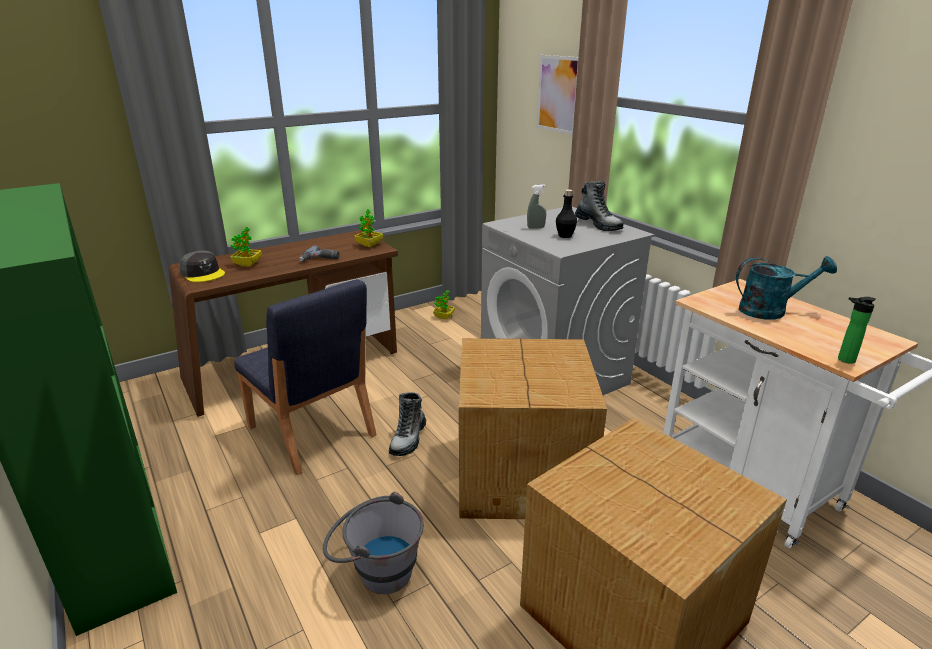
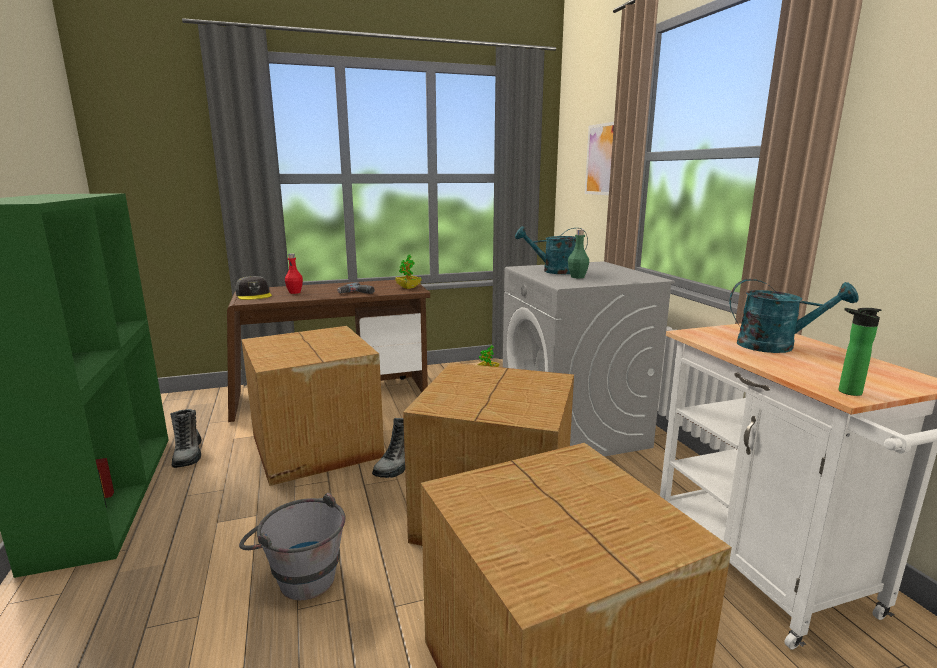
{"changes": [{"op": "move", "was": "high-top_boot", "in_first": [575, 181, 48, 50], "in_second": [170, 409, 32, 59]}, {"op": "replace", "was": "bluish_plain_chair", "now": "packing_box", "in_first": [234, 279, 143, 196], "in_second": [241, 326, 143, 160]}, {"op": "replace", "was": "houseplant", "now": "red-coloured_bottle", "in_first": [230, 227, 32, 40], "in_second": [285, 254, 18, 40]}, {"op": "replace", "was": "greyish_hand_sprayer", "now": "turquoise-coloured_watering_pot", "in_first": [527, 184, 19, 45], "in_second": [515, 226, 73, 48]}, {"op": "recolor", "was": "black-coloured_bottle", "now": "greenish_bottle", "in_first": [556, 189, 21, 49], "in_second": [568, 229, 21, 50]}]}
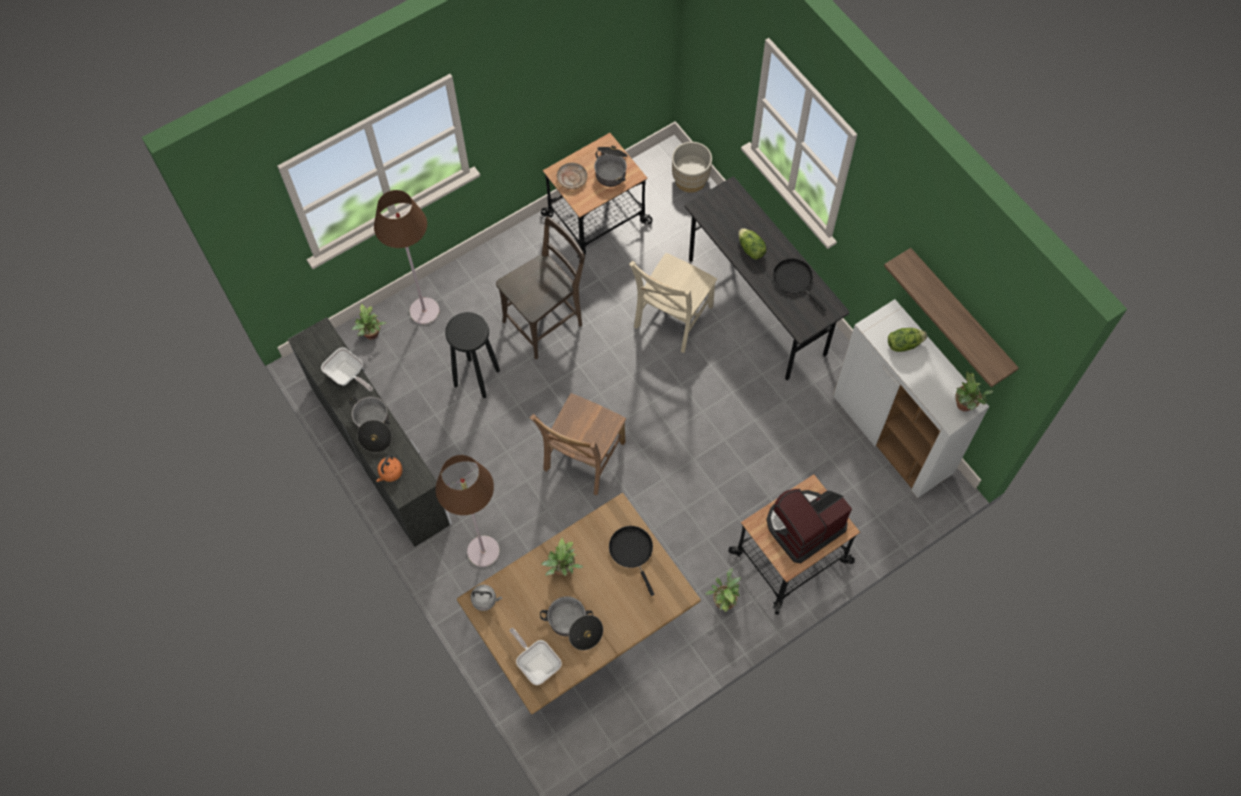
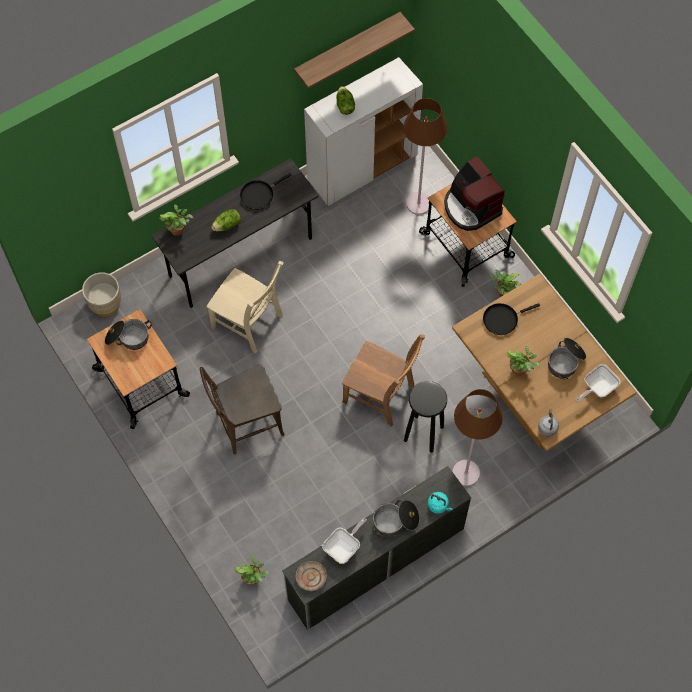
{"changes": [{"op": "move", "was": "houseplant", "in_first": [955, 371, 38, 41], "in_second": [159, 204, 34, 32]}, {"op": "rotate", "was": "brown_plain_chair", "in_first": [496, 217, 89, 142], "in_second": [200, 365, 85, 89], "clockwise": -75}, {"op": "move", "was": "beige-coloured_flat_dish", "in_first": [557, 163, 31, 26], "in_second": [296, 561, 31, 30]}, {"op": "move", "was": "brown_standard_lamp", "in_first": [374, 190, 66, 135], "in_second": [403, 98, 45, 117]}, {"op": "move", "was": "black-coloured_sitting_stool", "in_first": [445, 312, 55, 86], "in_second": [404, 381, 43, 72]}, {"op": "recolor", "was": "orangey_kettle", "now": "turquoise-coloured_kettle", "in_first": [376, 455, 27, 27], "in_second": [428, 492, 25, 22]}]}
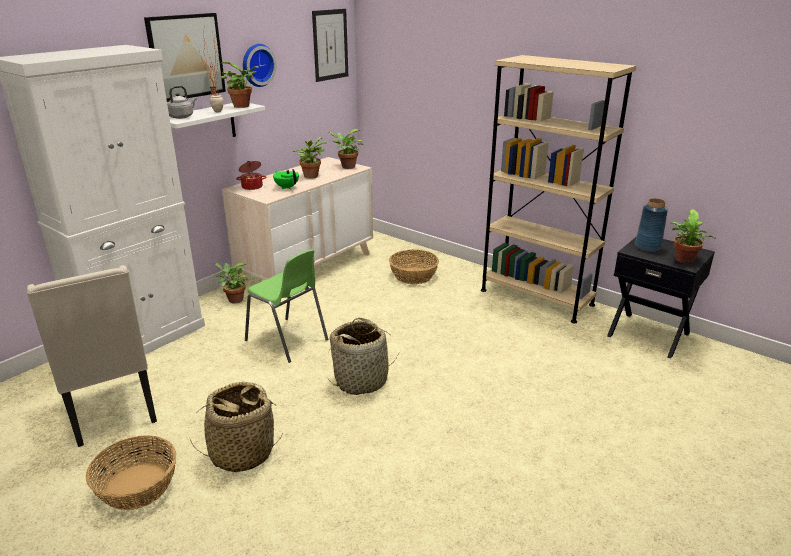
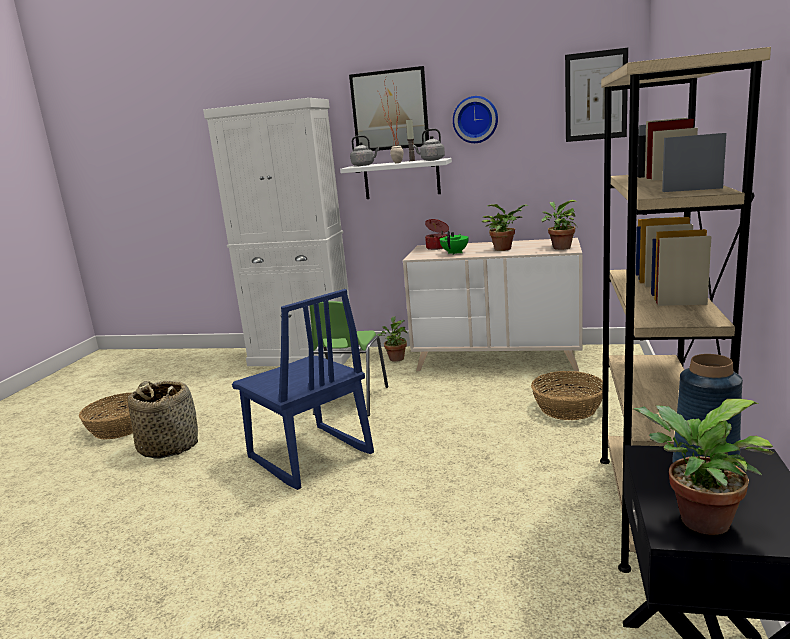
{"changes": [{"op": "replace", "was": "basket", "now": "bluish_plain_chair", "in_first": [329, 318, 70, 77], "in_second": [232, 289, 142, 201]}, {"op": "replace", "was": "houseplant", "now": "greyish_kettle", "in_first": [221, 62, 38, 46], "in_second": [413, 129, 32, 32]}, {"op": "delete", "was": "beige-coloured_plain_chair", "in_first": [27, 265, 130, 182]}]}
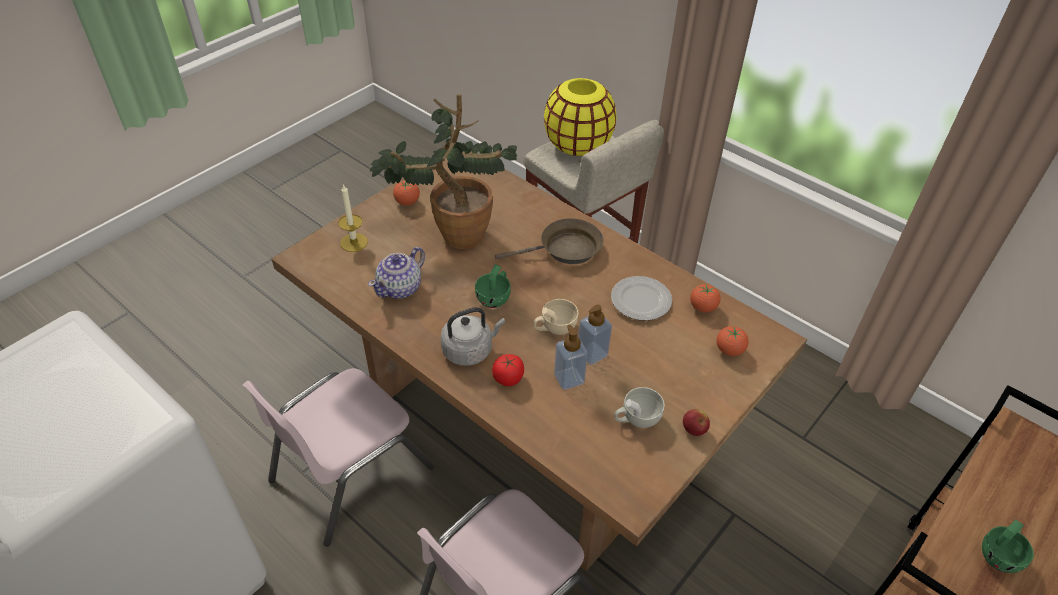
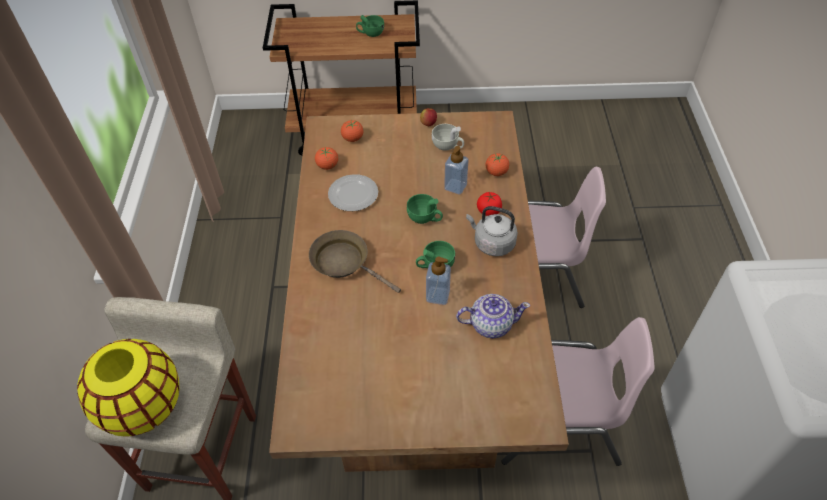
{"changes": [{"op": "recolor", "was": "beige-coloured_drinking_cup", "now": "greenish_drinking_cup", "in_first": [534, 299, 44, 36], "in_second": [407, 194, 36, 30]}, {"op": "move", "was": "soap_bottle", "in_first": [578, 304, 34, 61], "in_second": [426, 257, 25, 48]}, {"op": "move", "was": "fresh_tomato", "in_first": [393, 181, 27, 24], "in_second": [486, 153, 23, 23]}, {"op": "delete", "was": "wax_candle", "in_first": [338, 184, 30, 68]}, {"op": "delete", "was": "houseplant", "in_first": [370, 94, 147, 155]}]}
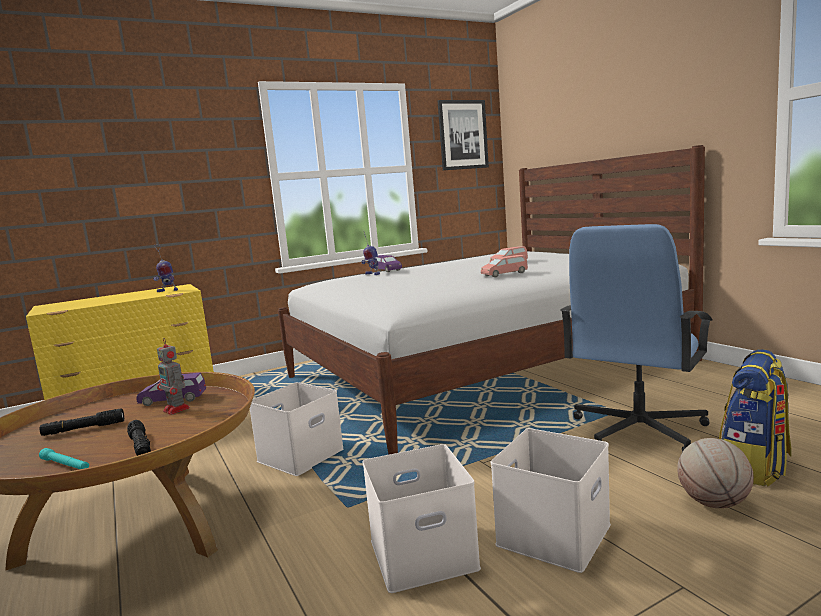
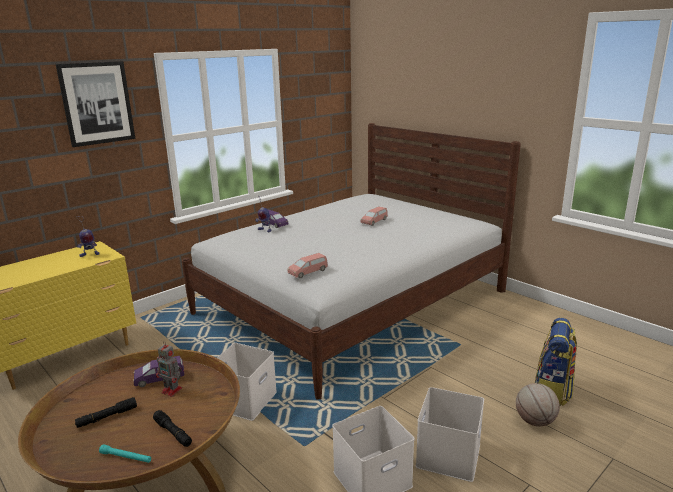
{"changes": [{"op": "move", "was": "picture", "in_first": [438, 100, 51, 70], "in_second": [56, 61, 79, 86]}, {"op": "move", "was": "pinkish_miniature_car", "in_first": [481, 255, 47, 22], "in_second": [287, 253, 41, 25]}, {"op": "delete", "was": "bluish_computer_chair", "in_first": [560, 224, 153, 228]}]}
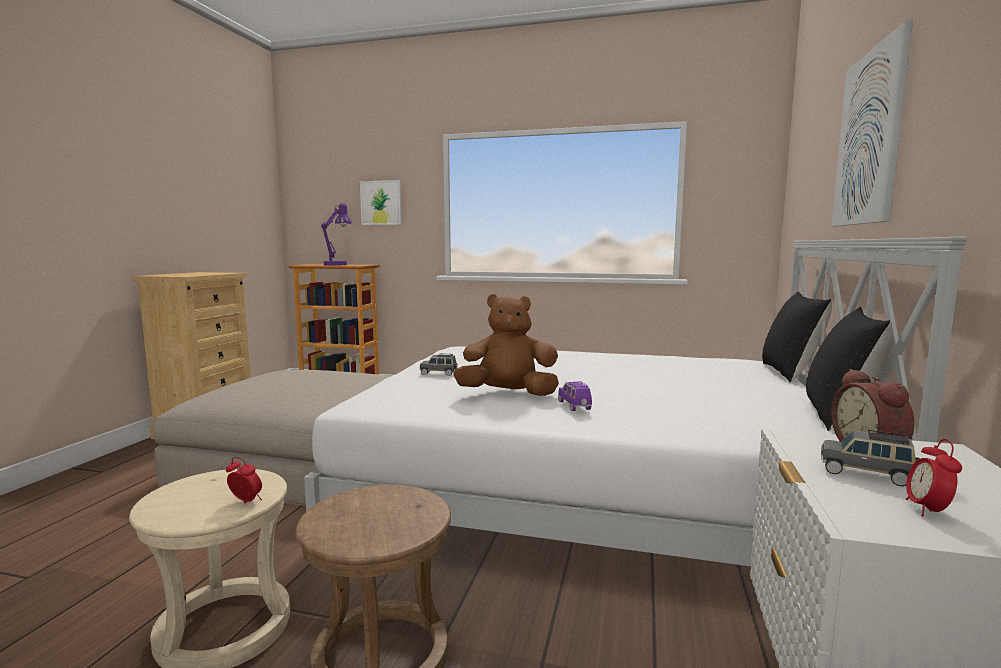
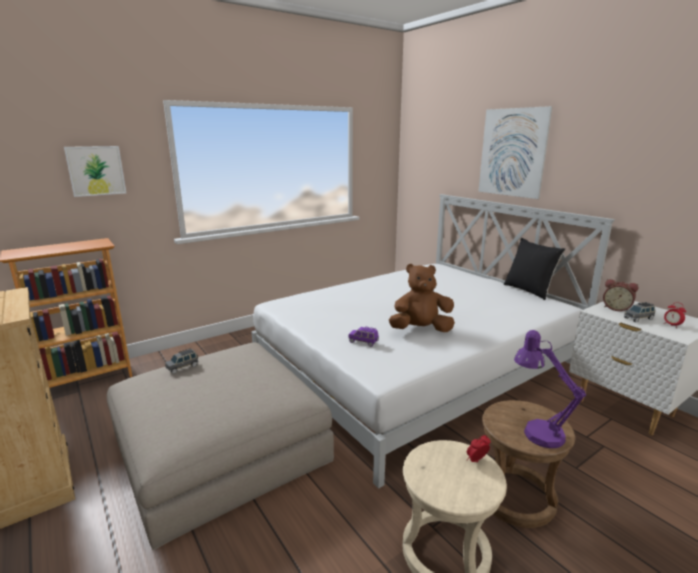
{"changes": [{"op": "move", "was": "greyish_miniature_car", "in_first": [420, 353, 38, 23], "in_second": [165, 348, 33, 26]}, {"op": "move", "was": "purple_miniature_car", "in_first": [558, 381, 34, 30], "in_second": [348, 326, 31, 21]}, {"op": "rotate", "was": "brown_cuddly_toy", "in_first": [453, 294, 106, 102], "in_second": [389, 264, 66, 68], "clockwise": 45}, {"op": "move", "was": "purple_lamp_for_a_table", "in_first": [321, 203, 31, 63], "in_second": [514, 330, 72, 118]}, {"op": "delete", "was": "black-coloured_cushion", "in_first": [762, 291, 70, 91]}]}
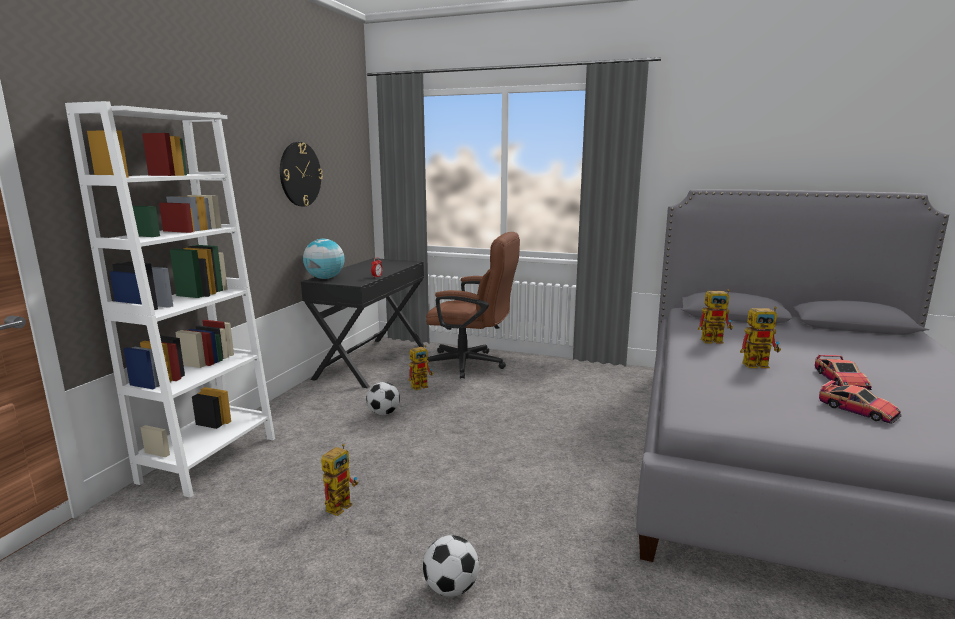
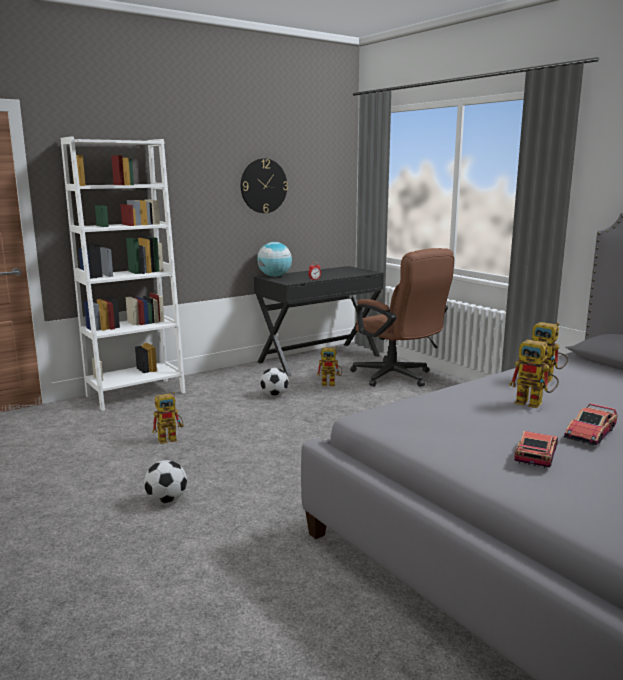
{"changes": [{"op": "rotate", "was": "miniature_car", "in_first": [819, 380, 83, 44], "in_second": [514, 431, 44, 37], "clockwise": -150}]}
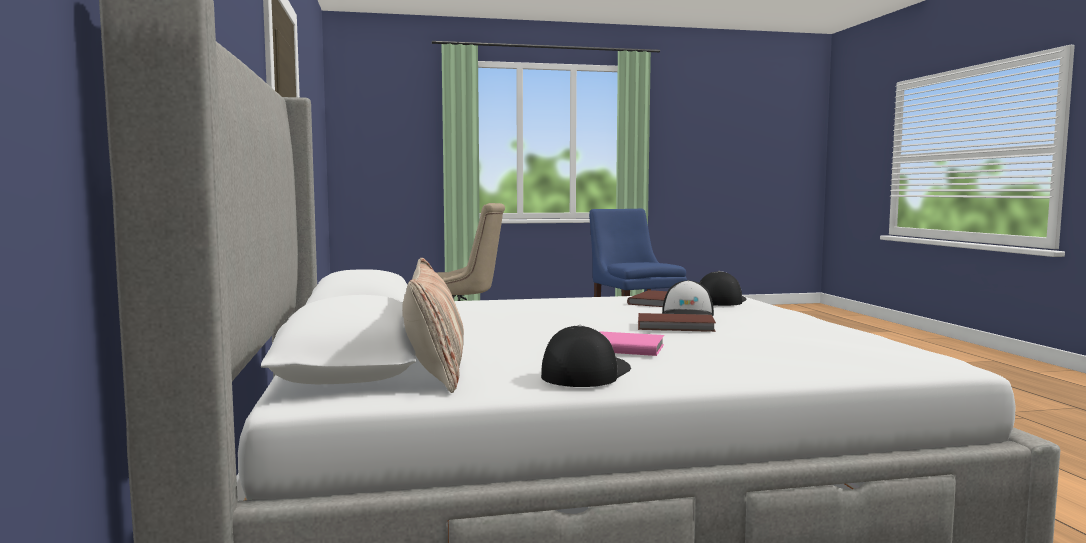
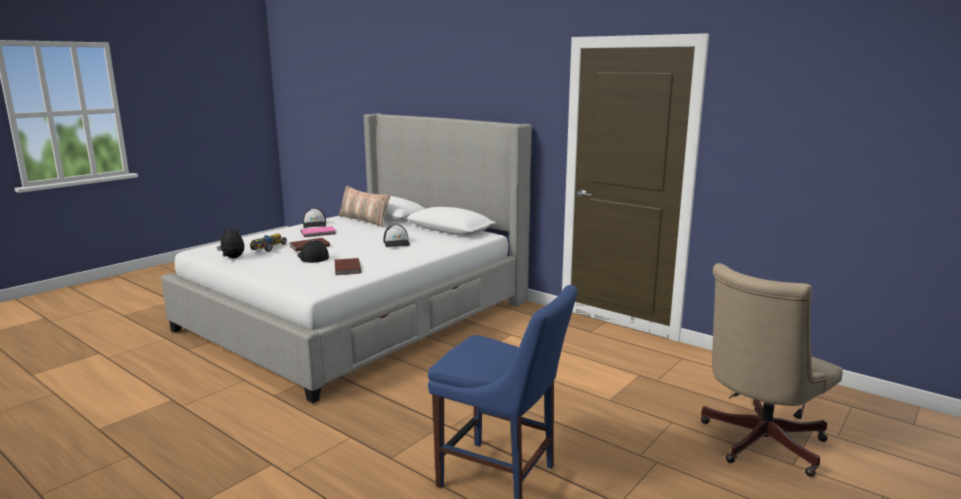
{"changes": [{"op": "insert", "now": "cuddly_toy", "in_second": [217, 227, 27, 31]}, {"op": "insert", "now": "miniature_car", "in_second": [250, 234, 37, 18]}, {"op": "move", "was": "cap", "in_first": [700, 271, 46, 35], "in_second": [383, 225, 27, 22]}]}
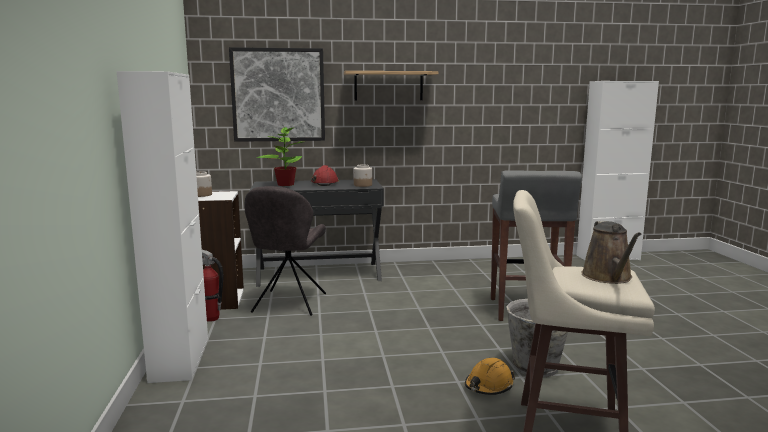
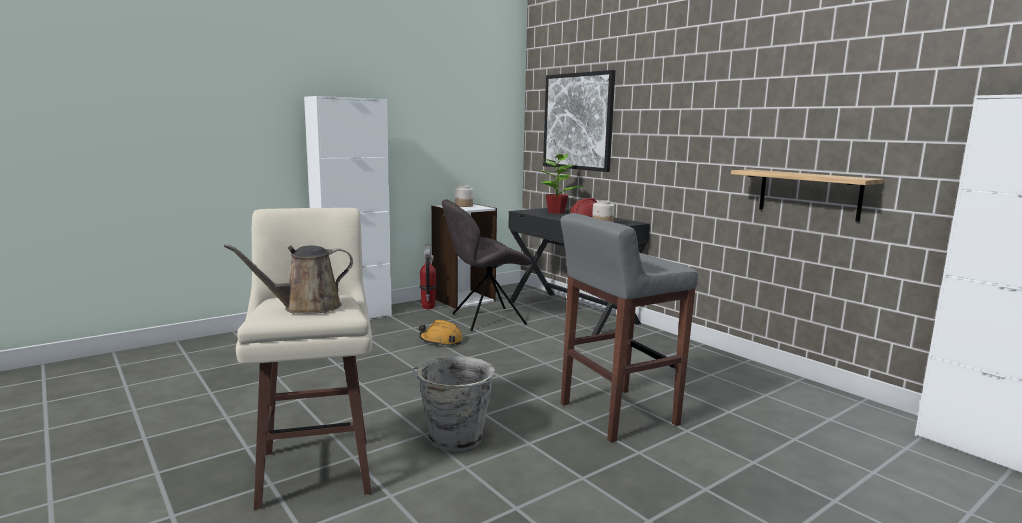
{"changes": [{"op": "move", "was": "orangey_work_helmet", "in_first": [465, 358, 50, 37], "in_second": [419, 320, 44, 26]}, {"op": "move", "was": "wall_shelf", "in_first": [344, 71, 95, 29], "in_second": [731, 169, 153, 53]}]}
